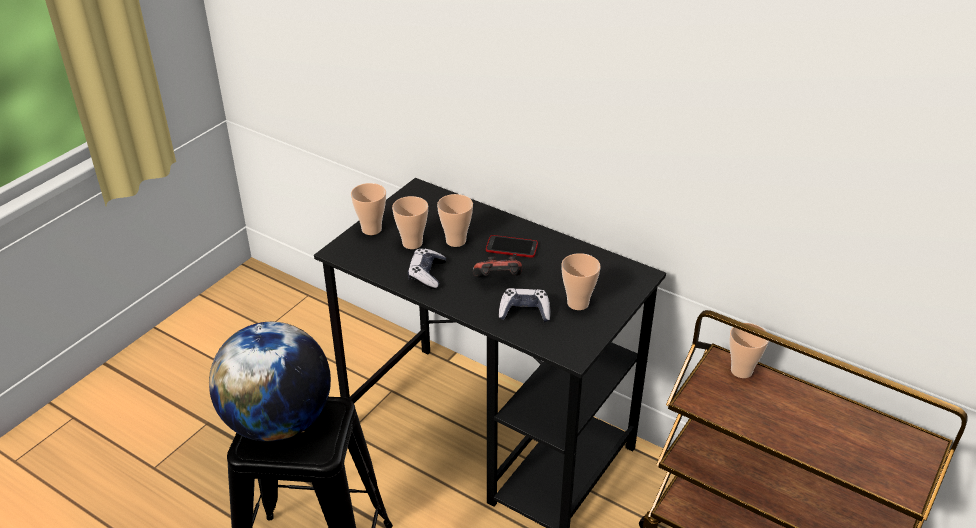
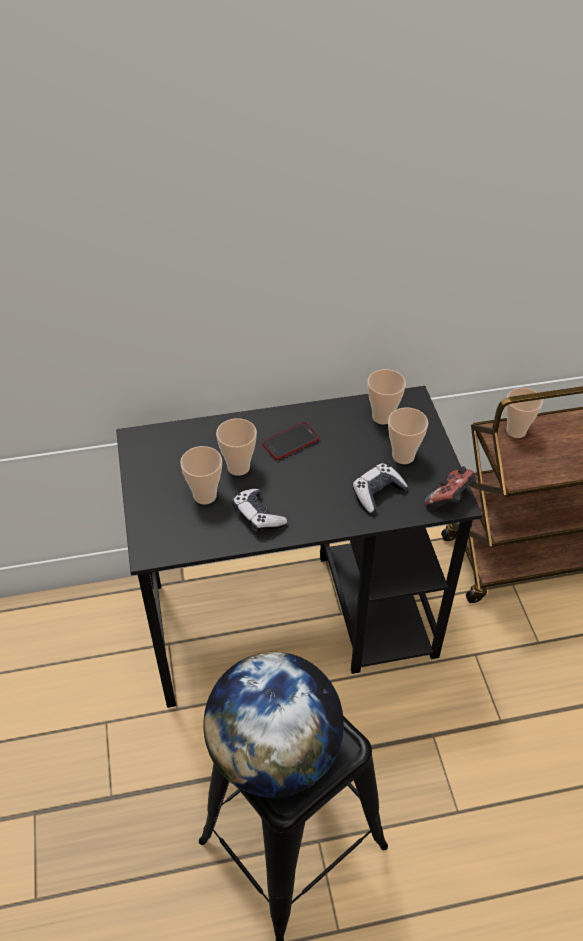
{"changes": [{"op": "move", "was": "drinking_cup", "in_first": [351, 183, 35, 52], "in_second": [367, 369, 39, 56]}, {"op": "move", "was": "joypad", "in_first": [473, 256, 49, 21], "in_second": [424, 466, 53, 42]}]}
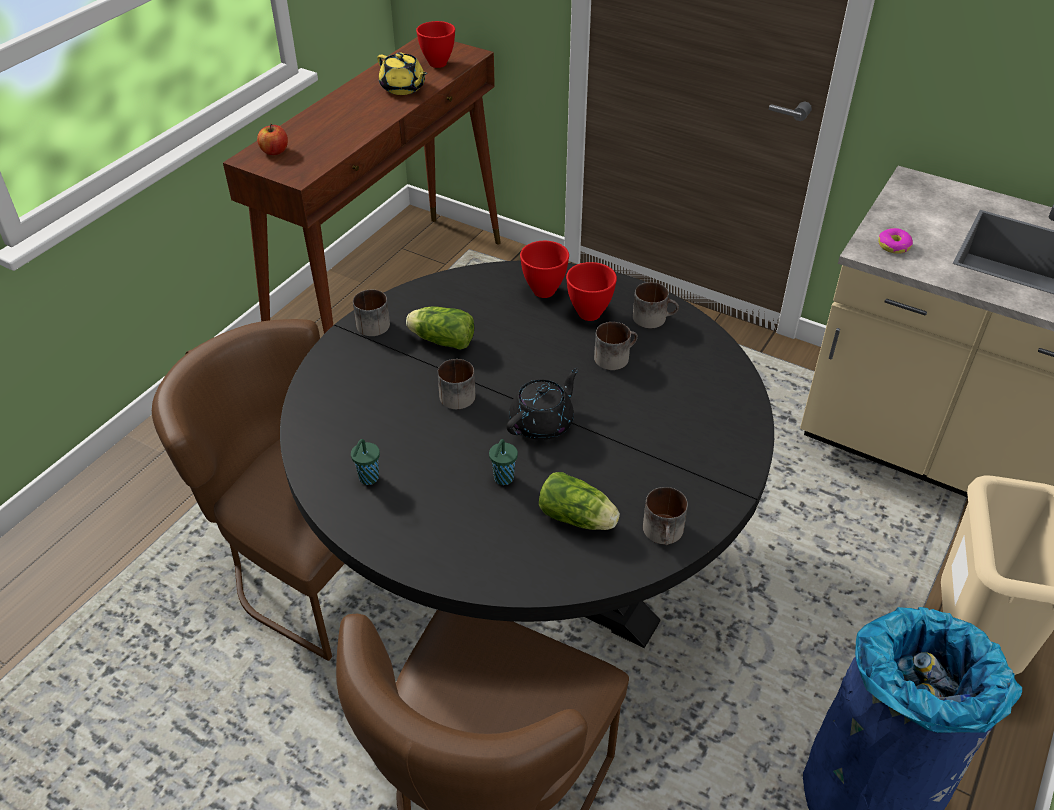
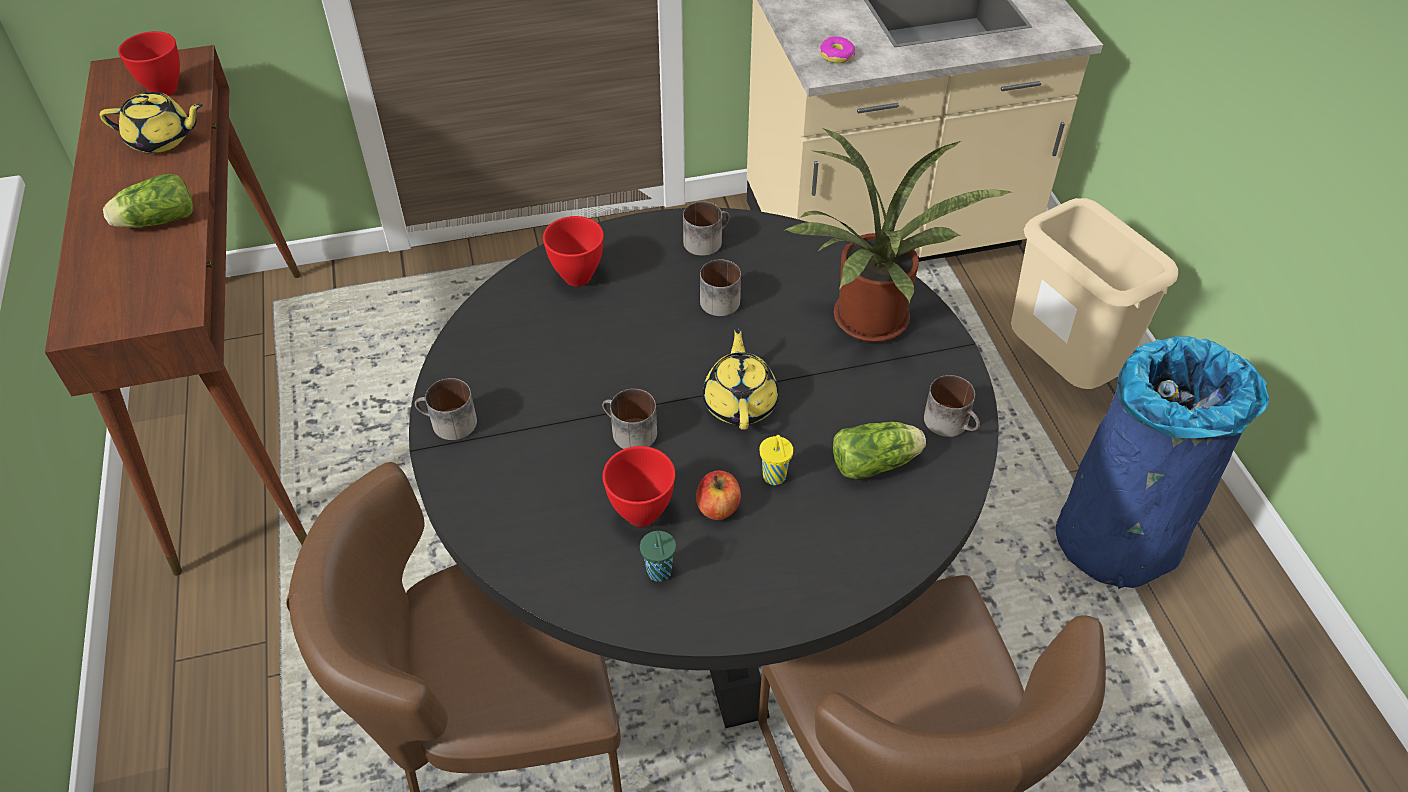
{"changes": [{"op": "move", "was": "lettuce_head", "in_first": [406, 306, 68, 44], "in_second": [103, 174, 90, 54]}, {"op": "move", "was": "red-coloured_deep_dish", "in_first": [566, 262, 51, 59], "in_second": [602, 446, 73, 81]}, {"op": "move", "was": "apple", "in_first": [257, 124, 31, 31], "in_second": [696, 470, 45, 50]}, {"op": "recolor", "was": "black-coloured_pot_for_tea", "now": "yellow_pot_for_tea", "in_first": [507, 368, 72, 72], "in_second": [703, 326, 76, 104]}, {"op": "recolor", "was": "greenish_drinking_cup", "now": "yellow_drinking_cup", "in_first": [489, 439, 29, 46], "in_second": [759, 435, 34, 50]}, {"op": "insert", "now": "houseplant", "in_second": [784, 128, 229, 215]}]}
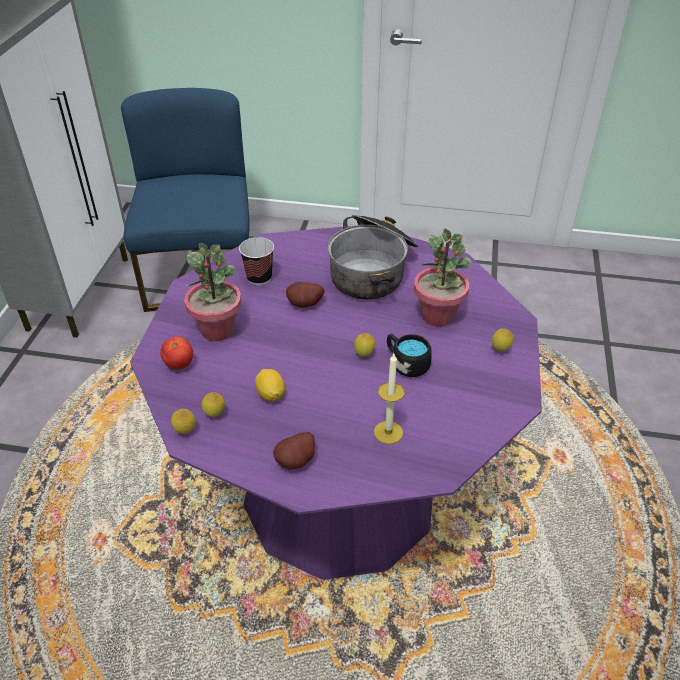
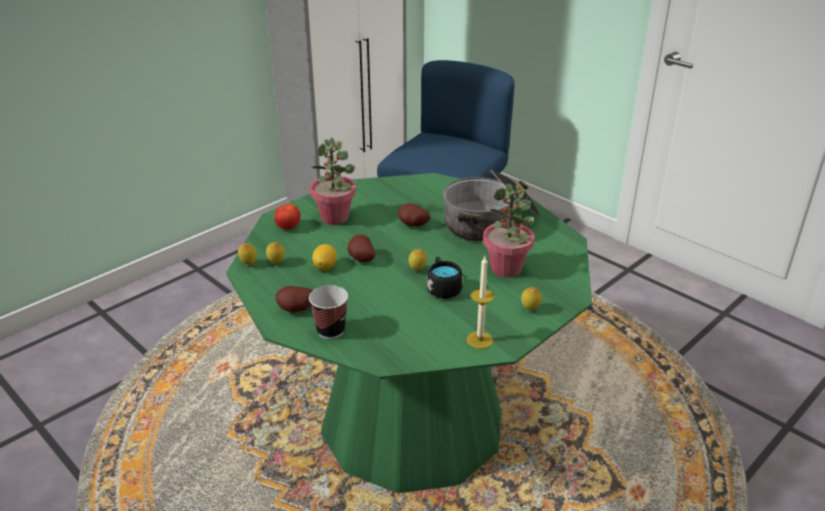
{"changes": [{"op": "recolor", "was": "purple_dining_table", "now": "greenish_dining_table", "in_first": [130, 226, 412, 354], "in_second": [226, 173, 366, 320]}, {"op": "move", "was": "drinking_cup", "in_first": [239, 237, 35, 48], "in_second": [309, 285, 39, 54]}, {"op": "insert", "now": "spud", "in_second": [347, 235, 28, 27]}, {"op": "move", "was": "wax_candle", "in_first": [374, 354, 31, 90], "in_second": [466, 257, 28, 92]}]}
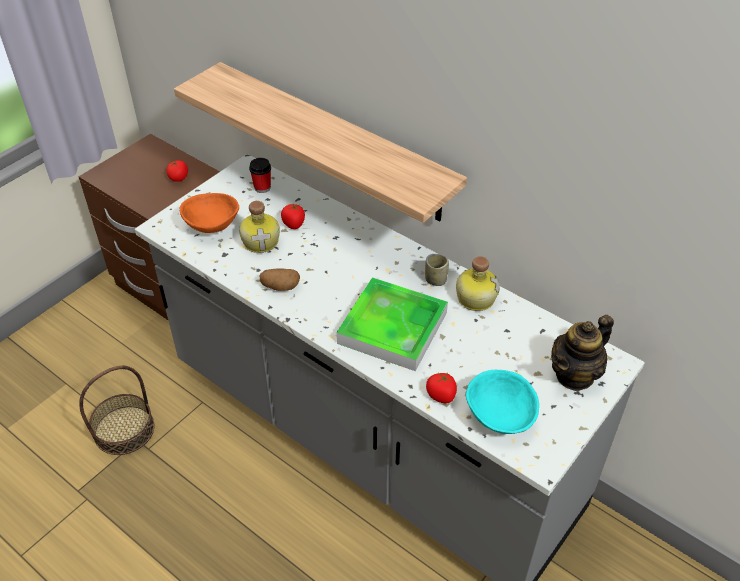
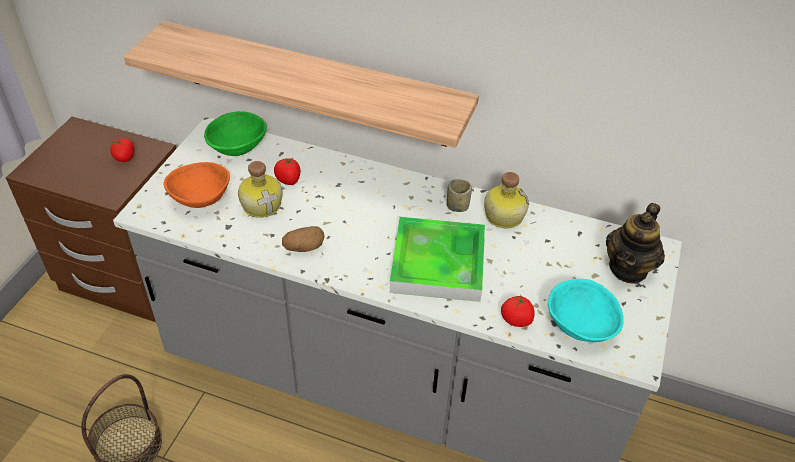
{"changes": [{"op": "replace", "was": "drinking_cup", "now": "greenish_deep_dish", "in_first": [249, 158, 22, 35], "in_second": [204, 111, 63, 45]}]}
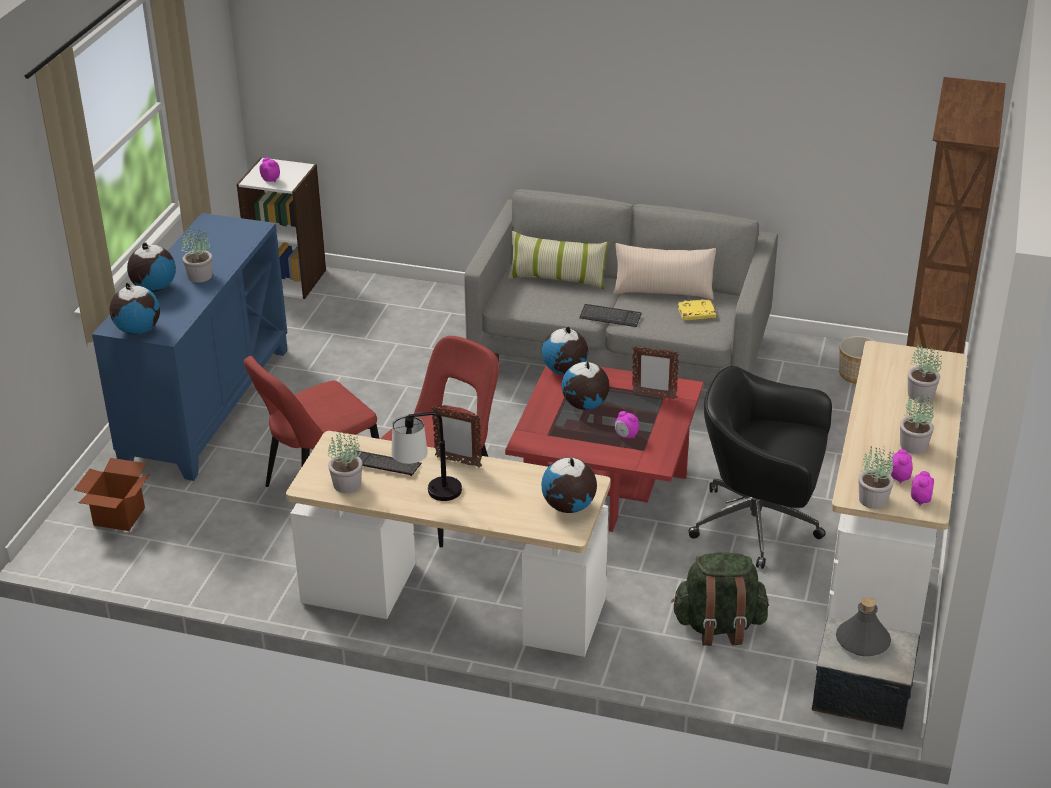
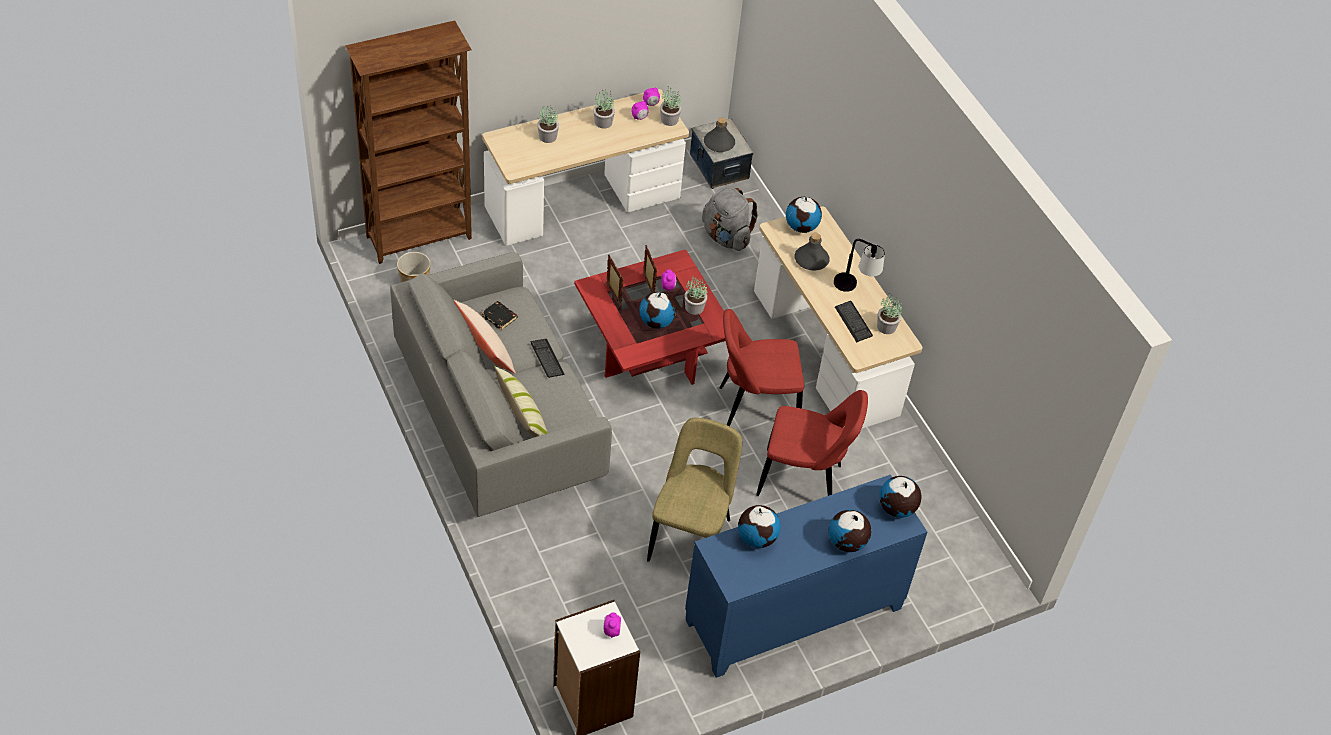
{"changes": [{"op": "recolor", "was": "yellow_book", "now": "black-coloured_book", "in_first": [677, 299, 39, 22], "in_second": [481, 301, 37, 29]}, {"op": "move", "was": "photo_frame", "in_first": [432, 406, 50, 61], "in_second": [643, 245, 14, 48]}, {"op": "insert", "now": "beige-coloured_plain_chair", "in_second": [647, 418, 95, 144]}, {"op": "move", "was": "houseplant", "in_first": [182, 228, 30, 55], "in_second": [684, 276, 23, 39]}, {"op": "recolor", "was": "greenish_knapsack", "now": "greyish_knapsack", "in_first": [671, 553, 98, 93], "in_second": [702, 187, 56, 64]}, {"op": "move", "was": "desk_globe", "in_first": [542, 326, 46, 49], "in_second": [738, 505, 43, 43]}, {"op": "insert", "now": "greyish_bottle", "in_second": [794, 233, 36, 38]}, {"op": "delete", "was": "packing_box", "in_first": [74, 458, 76, 73]}, {"op": "delete", "was": "black-coloured_computer_chair", "in_first": [689, 366, 143, 203]}]}
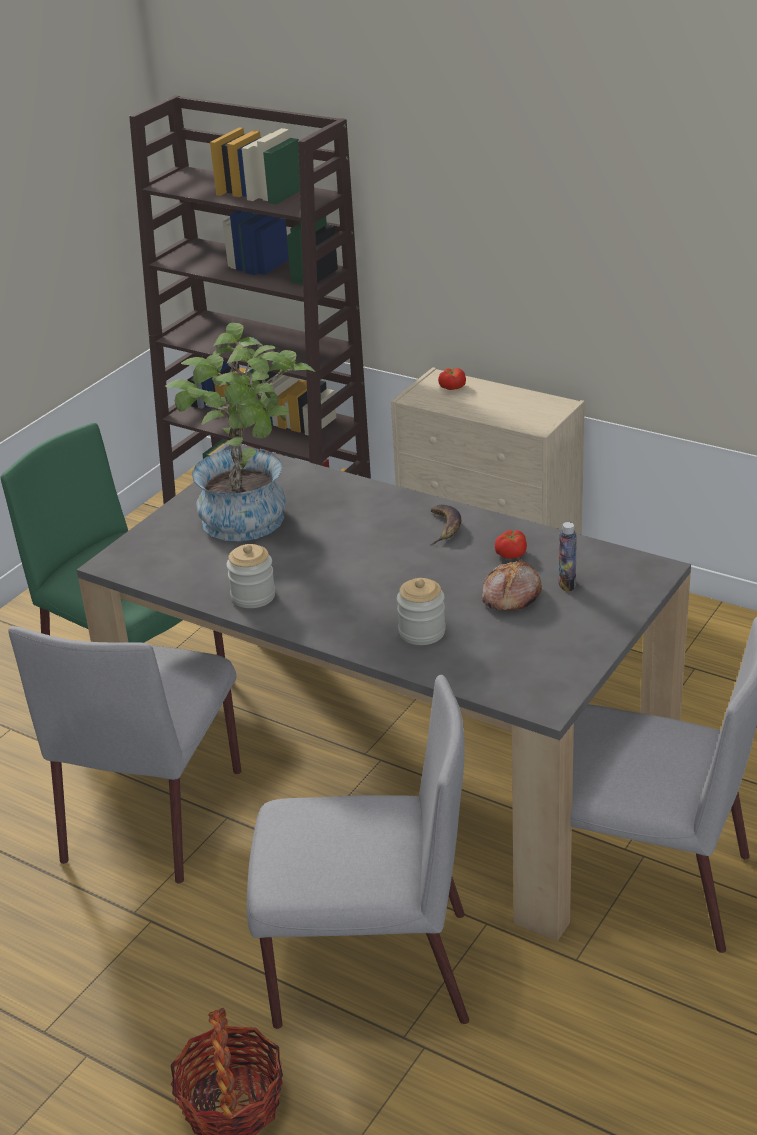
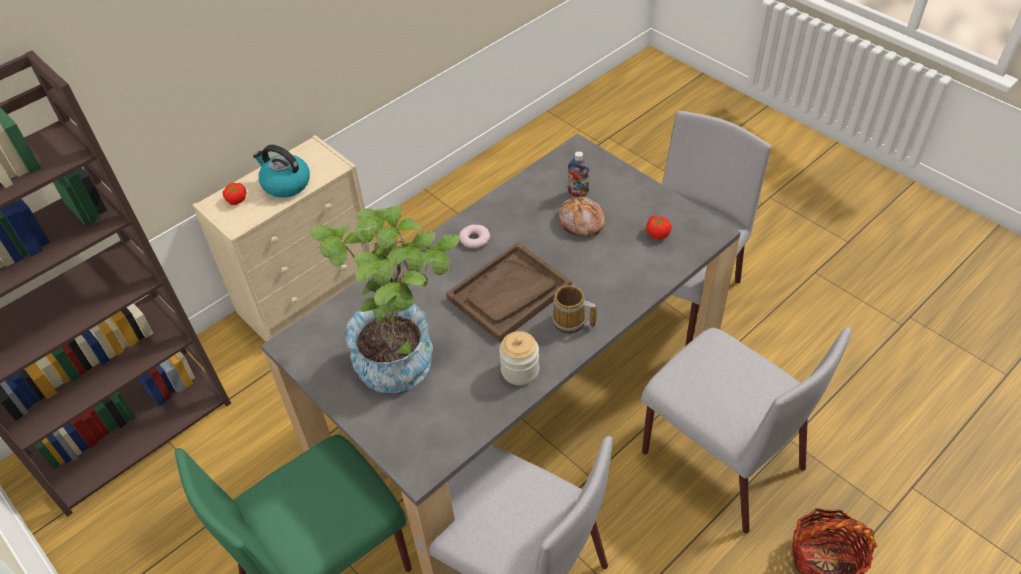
{"changes": [{"op": "insert", "now": "kettle", "in_second": [253, 145, 57, 53]}, {"op": "insert", "now": "brown_tray", "in_second": [446, 242, 126, 100]}, {"op": "replace", "was": "whole_banana", "now": "ring_doughnut", "in_first": [430, 505, 31, 40], "in_second": [459, 225, 31, 23]}, {"op": "insert", "now": "tea_mug", "in_second": [552, 285, 45, 49]}, {"op": "rotate", "was": "greyish_plain_chair", "in_first": [246, 675, 223, 354], "in_second": [641, 327, 211, 207], "clockwise": 120}, {"op": "move", "was": "fresh_tomato", "in_first": [495, 530, 32, 29], "in_second": [646, 215, 26, 25]}, {"op": "delete", "was": "jar", "in_first": [397, 578, 49, 67]}]}
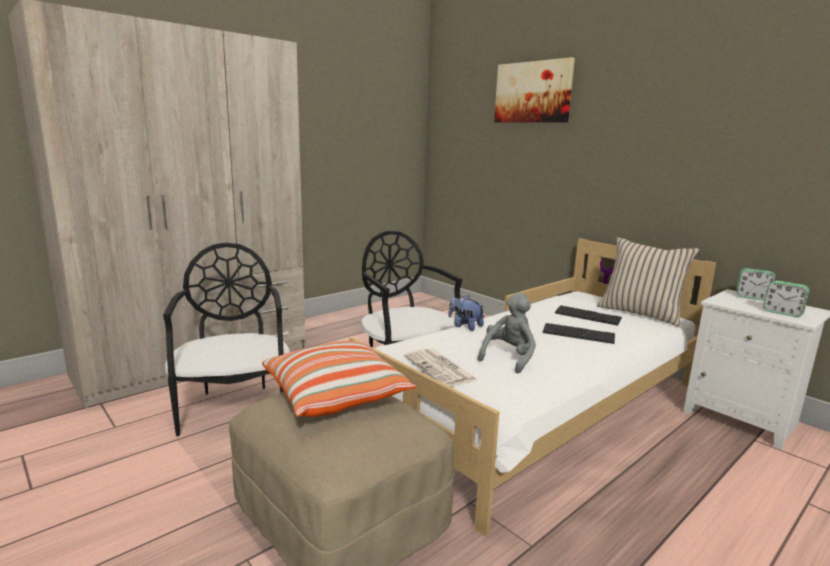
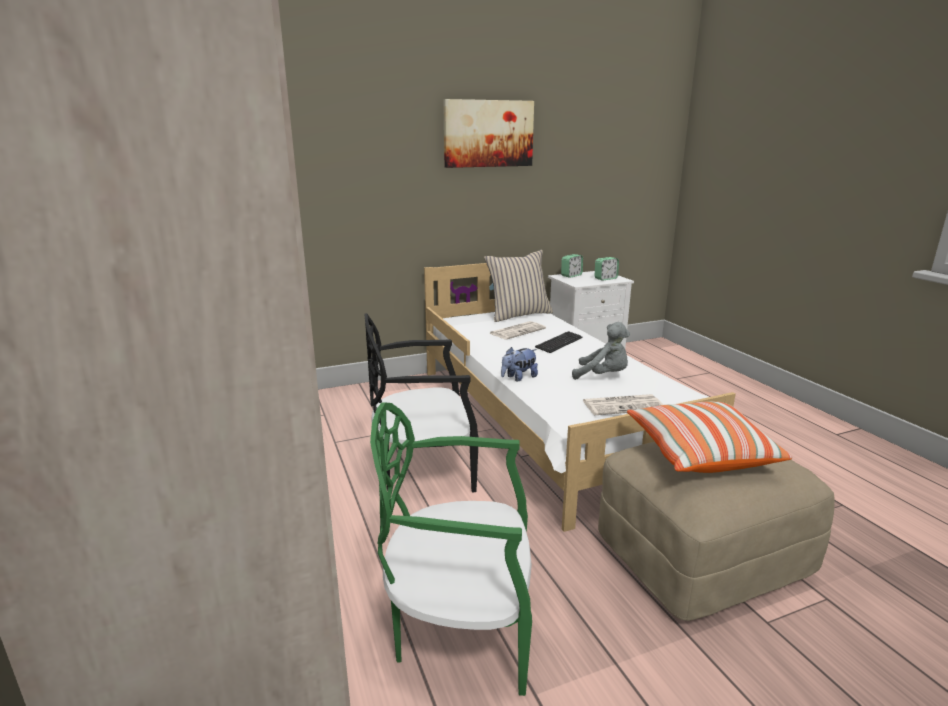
{"changes": [{"op": "recolor", "was": "black-coloured_plain_chair", "now": "greenish_plain_chair", "in_first": [163, 242, 127, 194], "in_second": [370, 402, 162, 294]}, {"op": "move", "was": "picture", "in_first": [494, 57, 81, 65], "in_second": [443, 99, 91, 69]}, {"op": "replace", "was": "PC_keyboard", "now": "daily_paper", "in_first": [555, 305, 67, 21], "in_second": [490, 321, 56, 18]}, {"op": "rotate", "was": "greyish_cuddly_toy", "in_first": [478, 292, 58, 81], "in_second": [572, 322, 58, 58], "clockwise": 150}]}
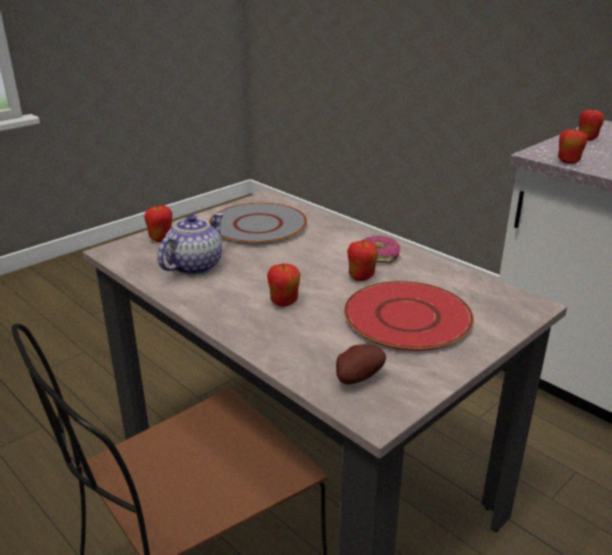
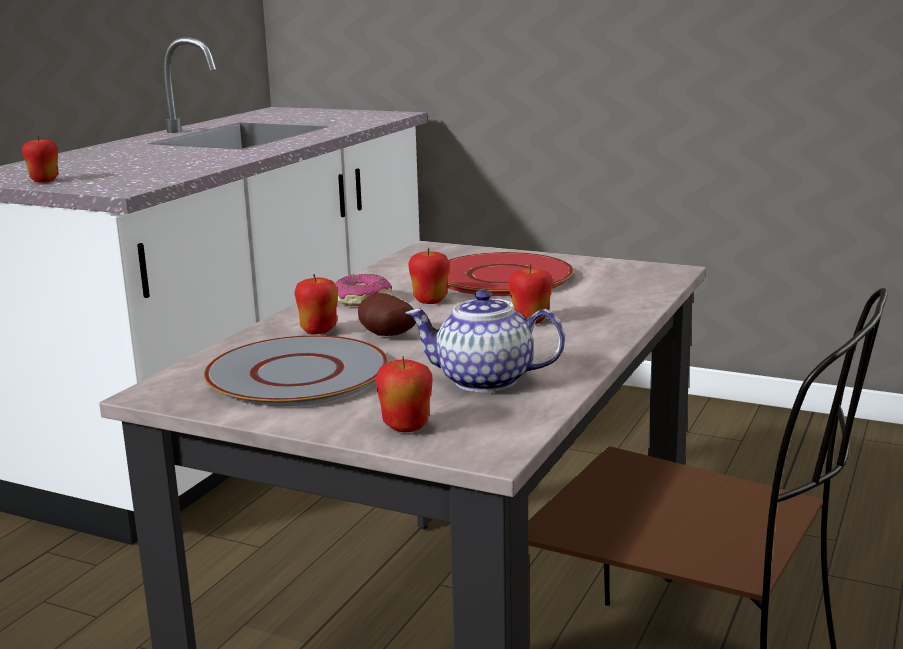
{"changes": [{"op": "move", "was": "apple", "in_first": [558, 127, 30, 37], "in_second": [294, 274, 44, 61]}, {"op": "move", "was": "spud", "in_first": [336, 344, 50, 41], "in_second": [358, 293, 58, 43]}]}
